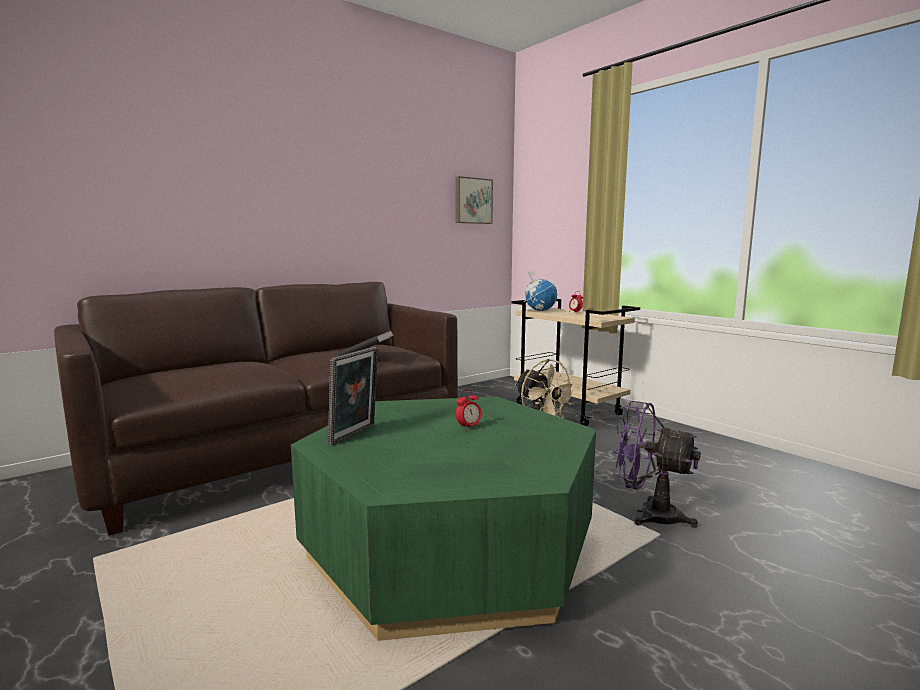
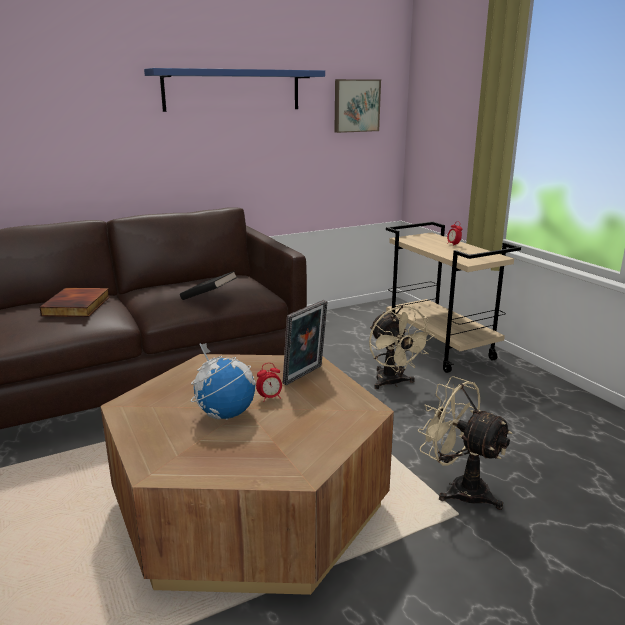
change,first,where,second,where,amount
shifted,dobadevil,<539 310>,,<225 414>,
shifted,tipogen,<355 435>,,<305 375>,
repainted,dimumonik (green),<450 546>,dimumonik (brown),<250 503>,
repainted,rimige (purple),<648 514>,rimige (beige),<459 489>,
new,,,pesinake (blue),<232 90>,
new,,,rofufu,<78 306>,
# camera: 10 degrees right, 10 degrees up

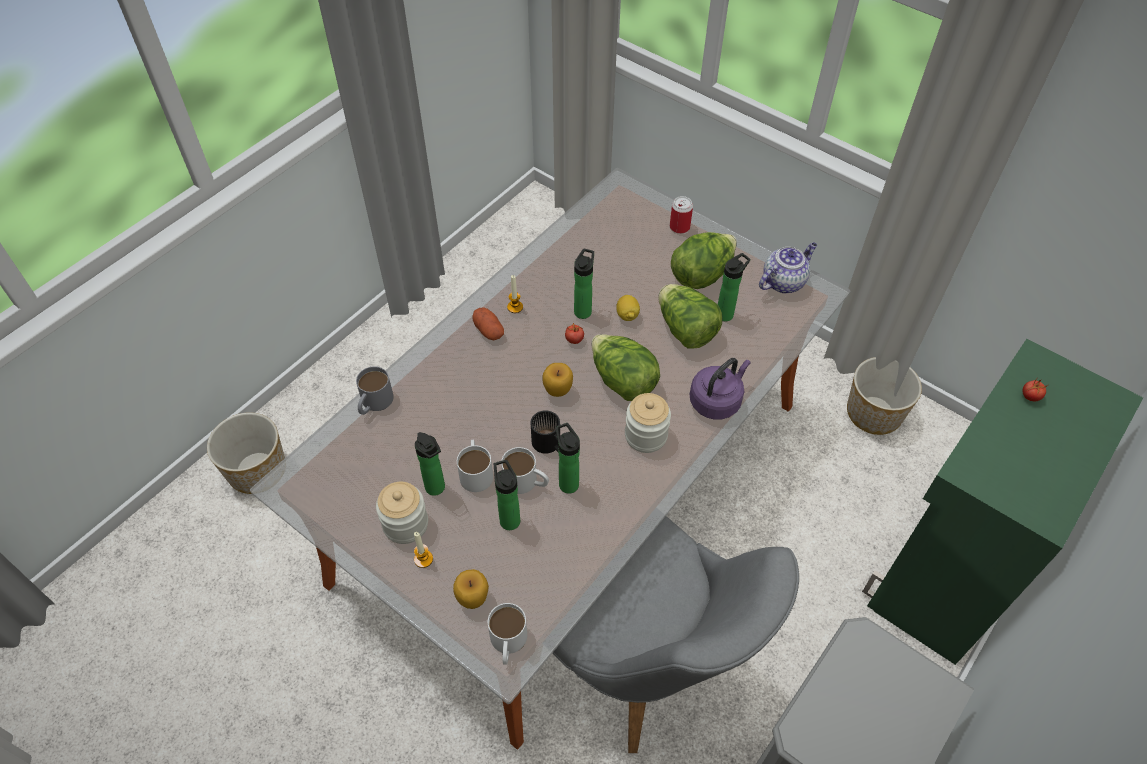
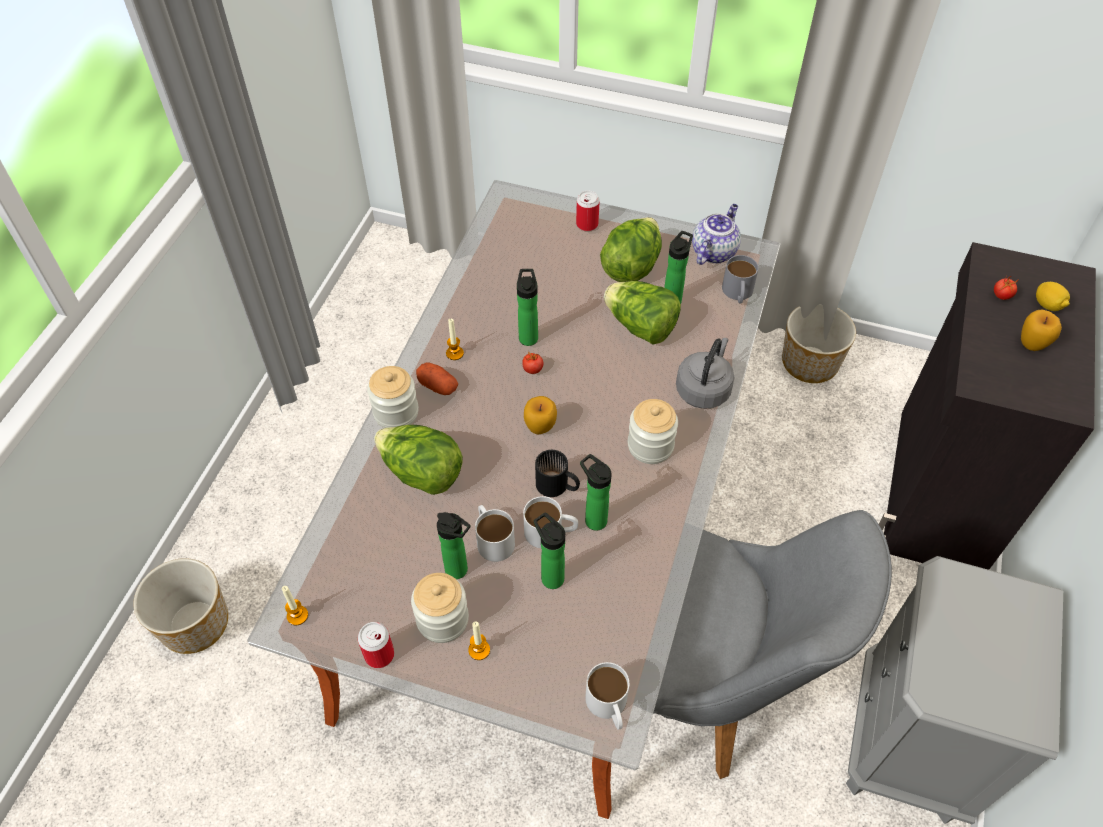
change,first,where,second,where,amount
shifted,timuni,<627 315>,,<1047 305>,
shifted,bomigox,<622 381>,,<422 473>,
repainted,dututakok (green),<946 568>,dututakok (black),<936 491>,
repainted,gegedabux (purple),<716 401>,gegedabux (grey),<704 389>,
shifted,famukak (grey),<374 403>,,<737 293>,
shifted,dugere,<473 599>,,<1032 344>,
new,,,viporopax,<396 412>,
new,,,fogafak,<297 615>,
new,,,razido,<379 654>,
# camera: 20 degrees left, 0 degrees up

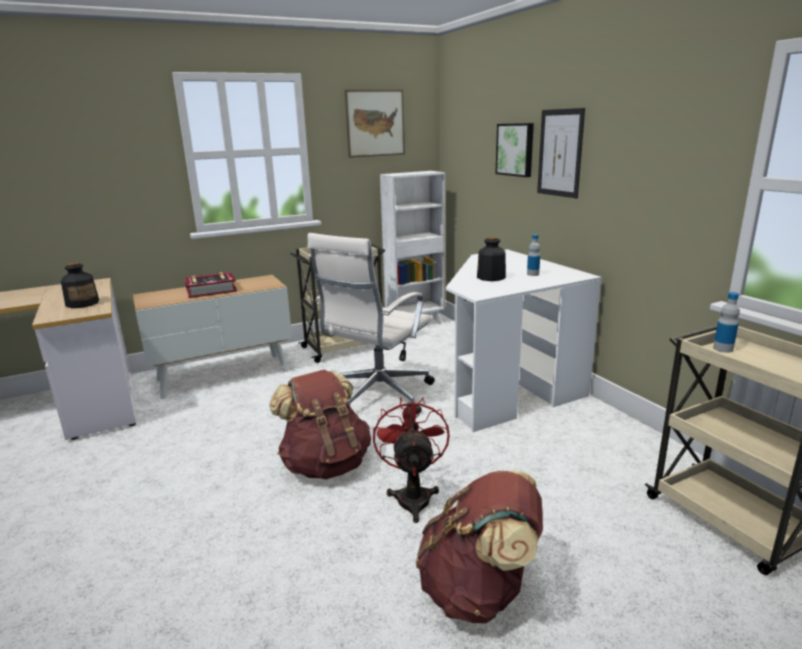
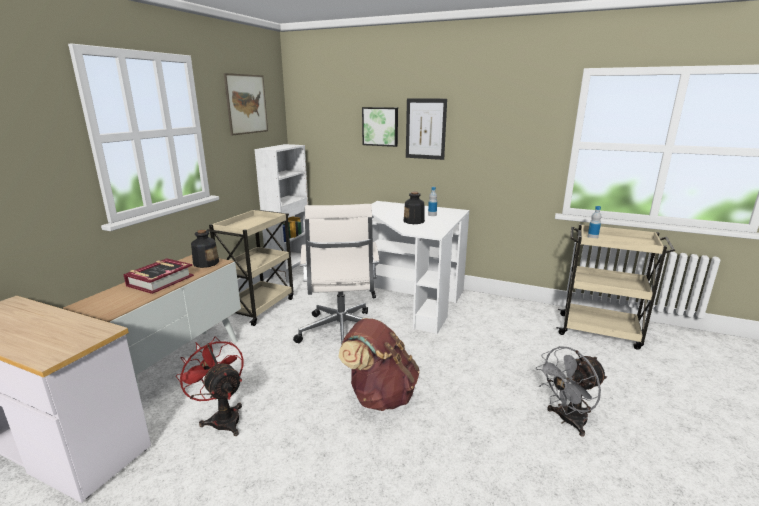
change,first,where,second,where,amount
shifted,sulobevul,<83 303>,,<206 263>,
shifted,rimige (red),<413 496>,,<222 417>,
swapped,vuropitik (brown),<479 591>,rimige (grey),<567 421>,
# camera: 40 degrees left, 0 degrees up

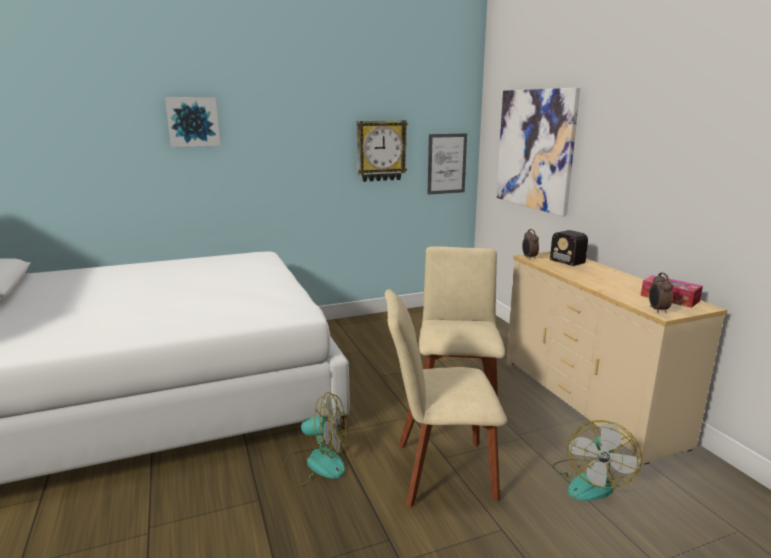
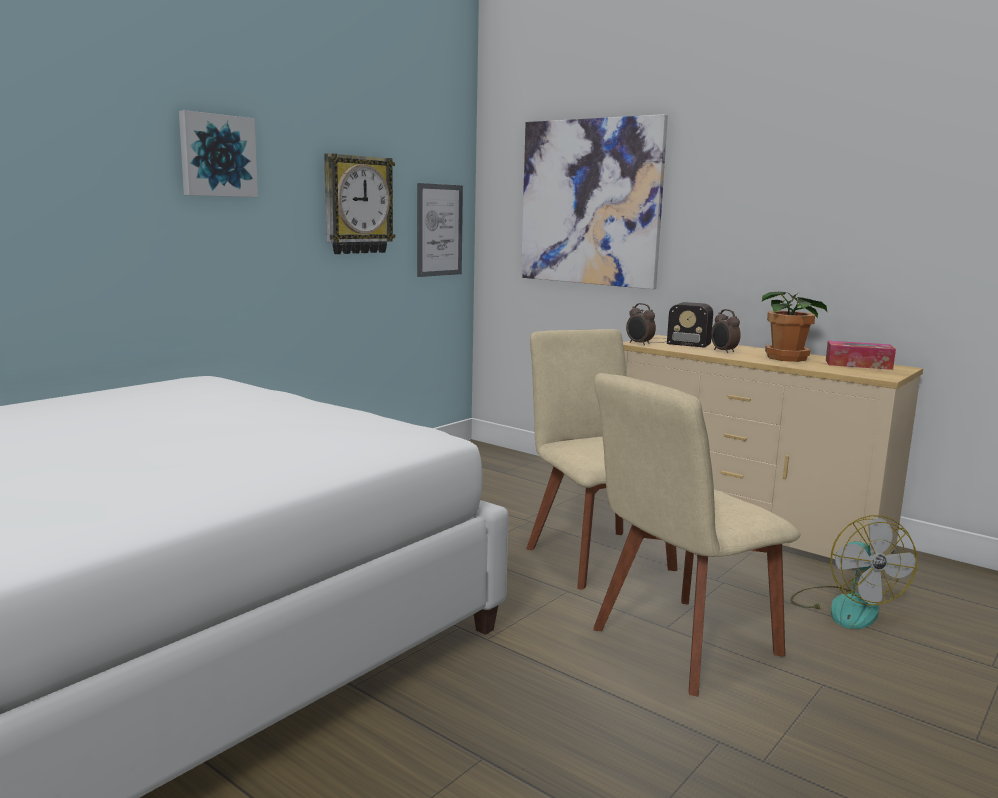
change,first,where,second,where,amount
shifted,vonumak,<193 121>,,<217 155>,
shifted,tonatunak,<657 310>,,<723 351>,
gone,rimige,<315 464>,,,
new,,,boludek,<788 358>,
# camera: 30 degrees left, 5 degrees down

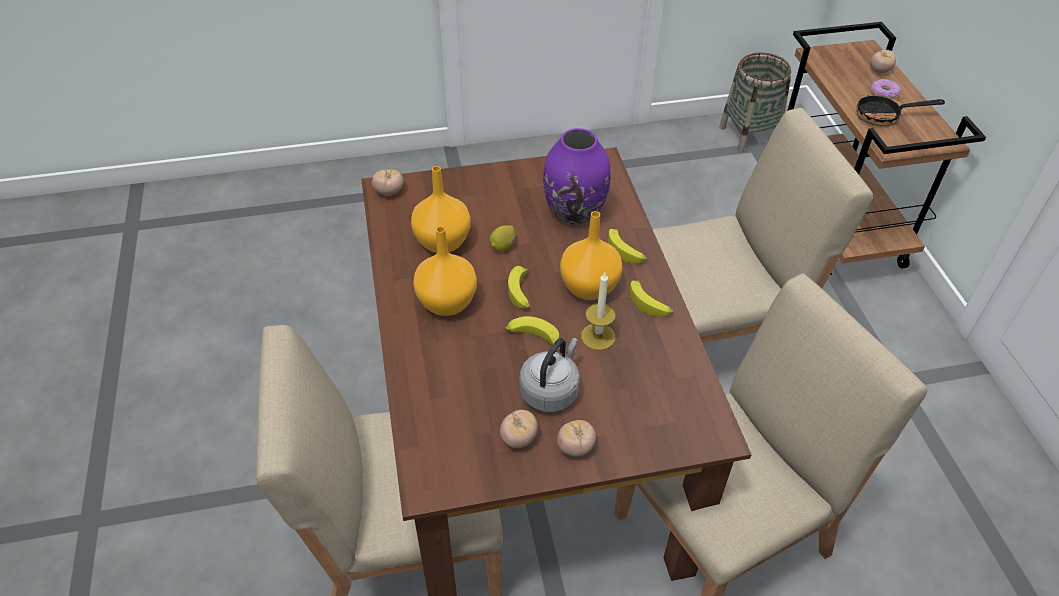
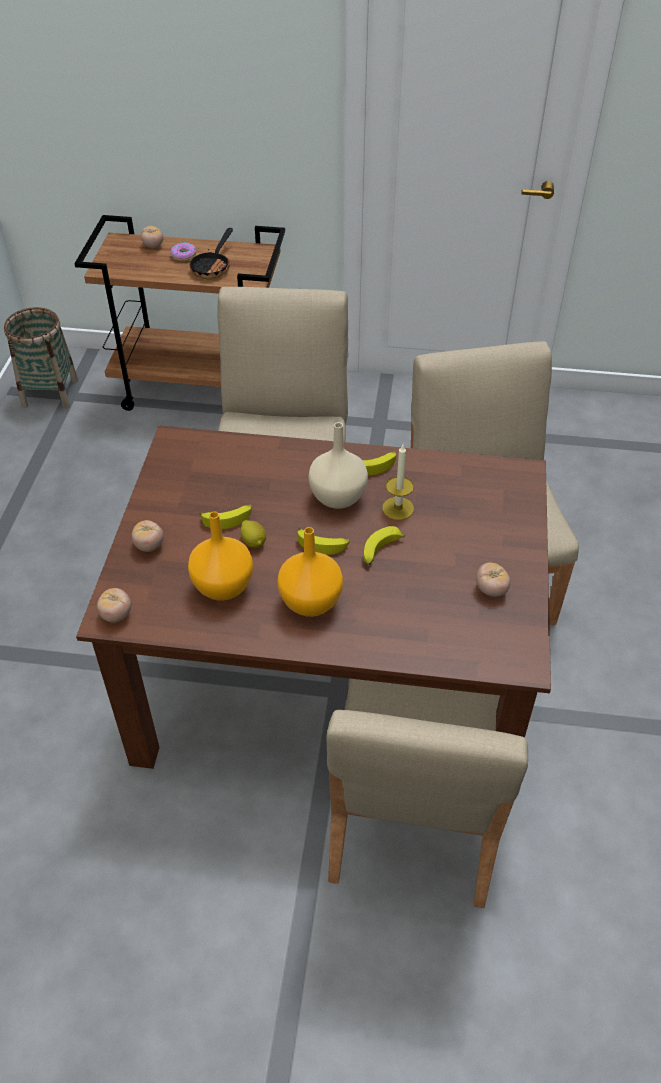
change,first,where,second,where,amount
gone,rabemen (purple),<574 212>,,,
repainted,rabemen (orange),<590 287>,rabemen (beige),<338 496>,
shifted,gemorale,<626 251>,,<228 519>,
gone,gegedabux (grey),<550 391>,,,
shifted,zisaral,<575 447>,,<149 545>,
# camera: 70 degrees left, 0 degrees up

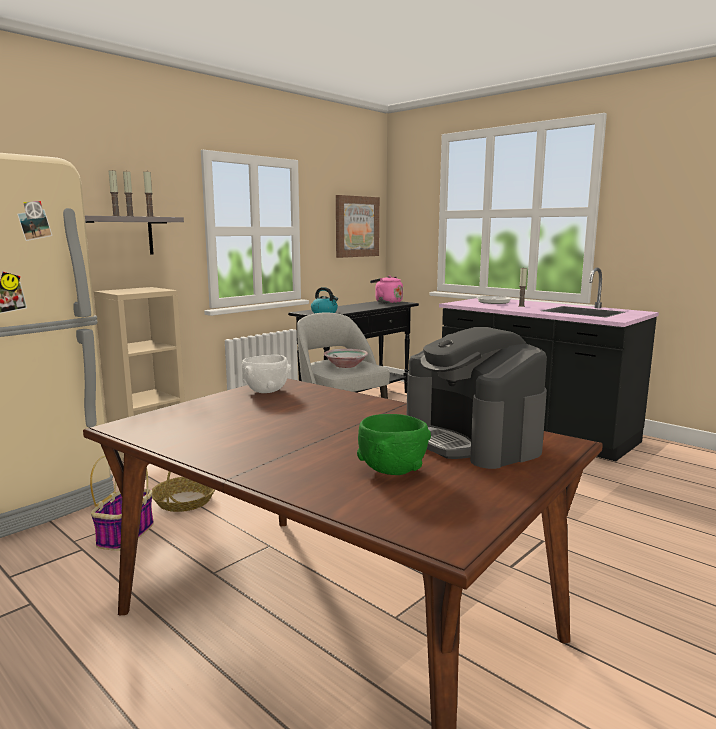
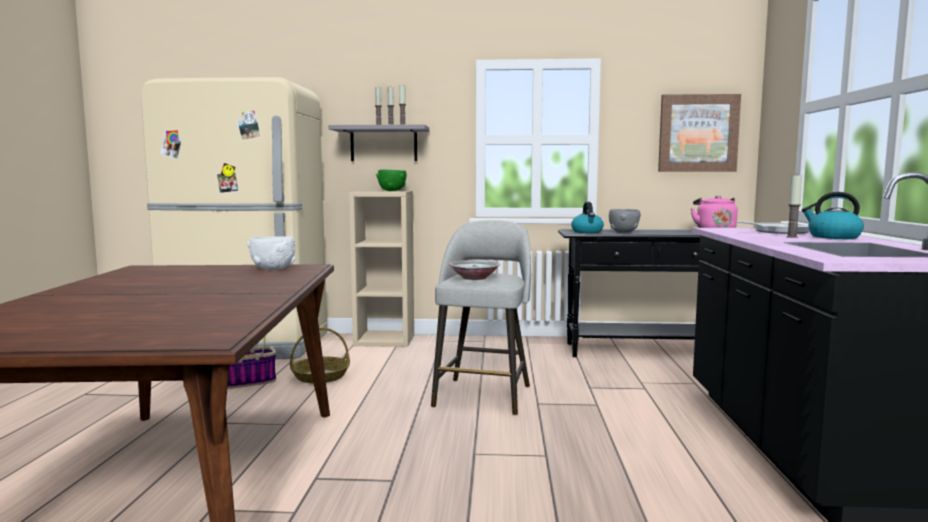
change,first,where,second,where,amount
gone,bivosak,<472 440>,,,
shifted,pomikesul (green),<392 470>,,<392 191>,
new,,,gegedabux,<833 237>,
new,,,pomikesul (grey),<623 232>,
# camera: 50 degrees right, 5 degrees down

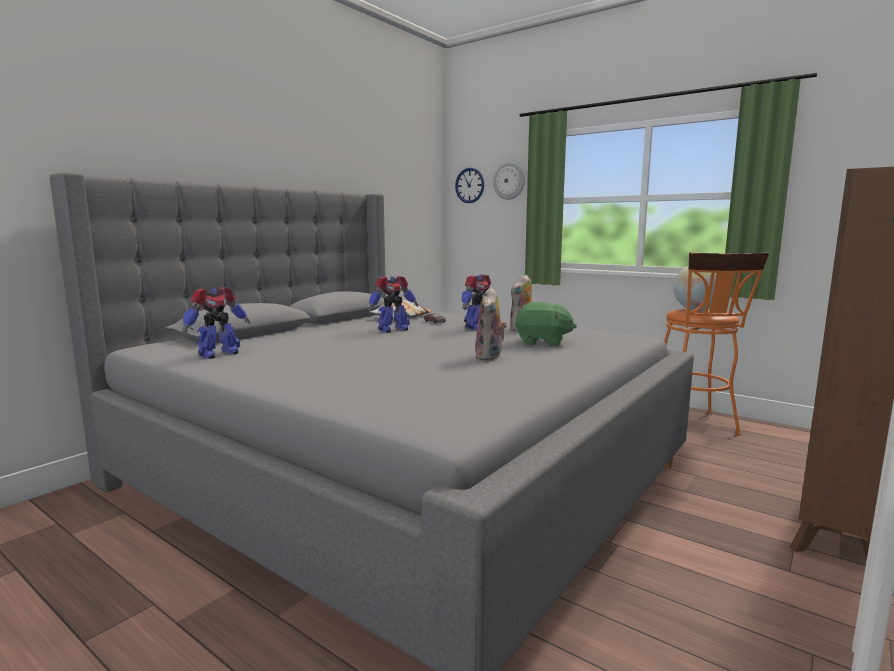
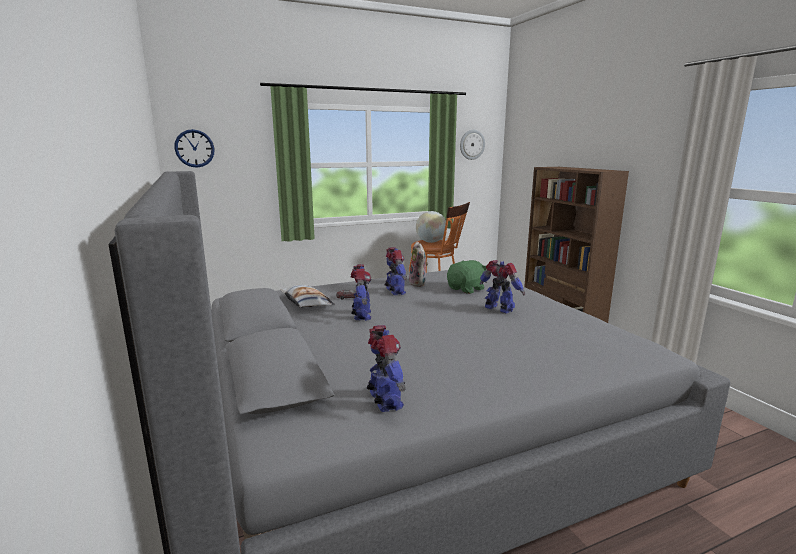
change,first,where,second,where,amount
shifted,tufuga,<509 181>,,<472 144>,
swapped,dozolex,<490 357>,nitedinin,<499 309>,
# camera: 60 degrees left, 5 degrees up

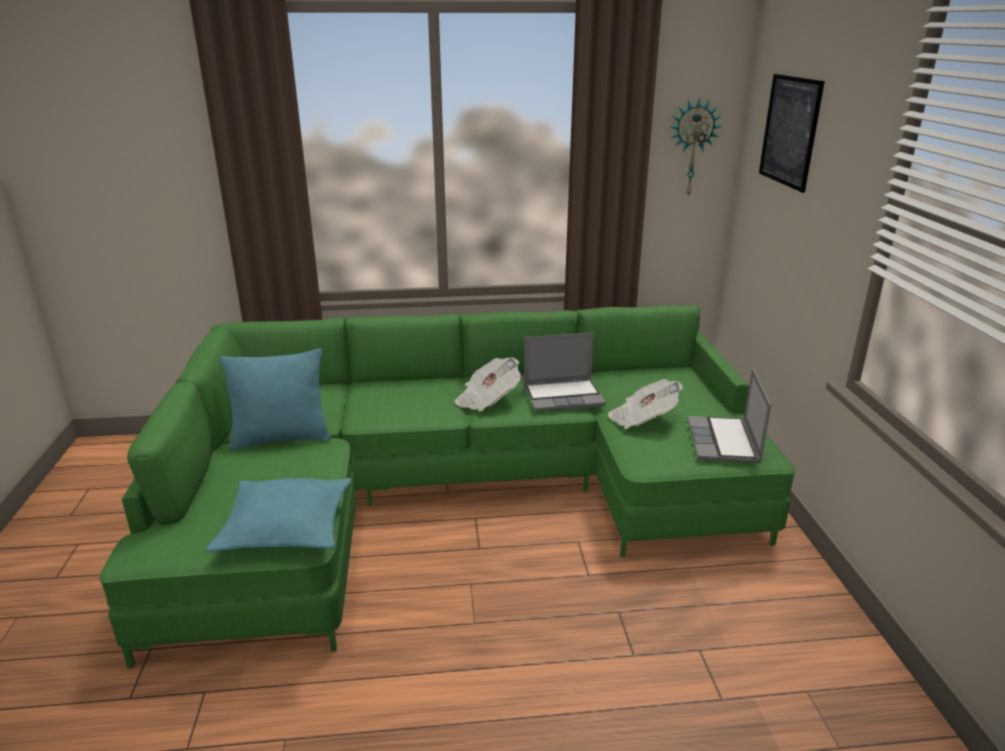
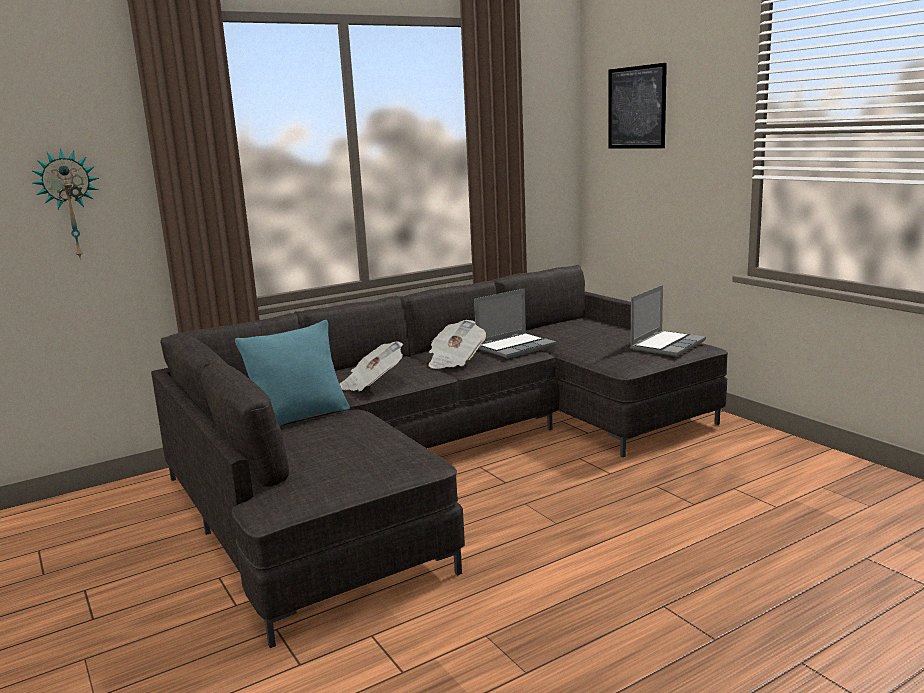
change,first,where,second,where,amount
shifted,tufuga,<692 148>,,<70 205>,
repainted,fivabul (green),<454 493>,fivabul (grey),<442 457>,
rotated,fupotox,<724 442>,,<667 345>,120 degrees counterclockwise
shifted,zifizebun,<642 419>,,<372 384>,
gone,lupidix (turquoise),<286 527>,,,
# camera: 25 degrees left, 10 degrees down

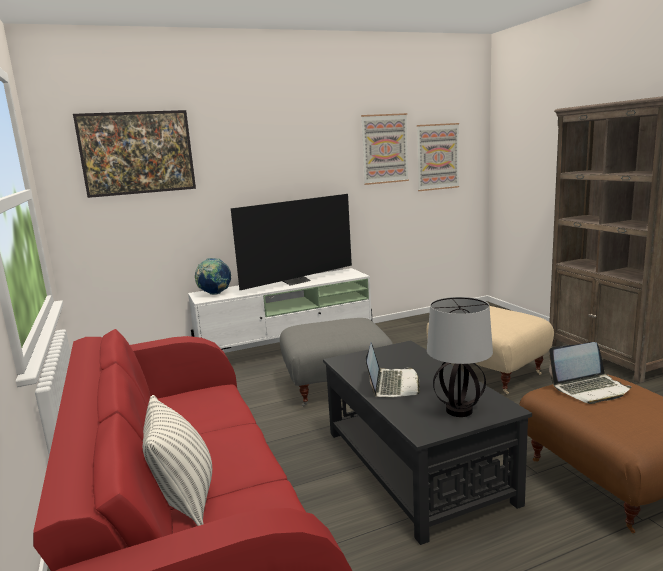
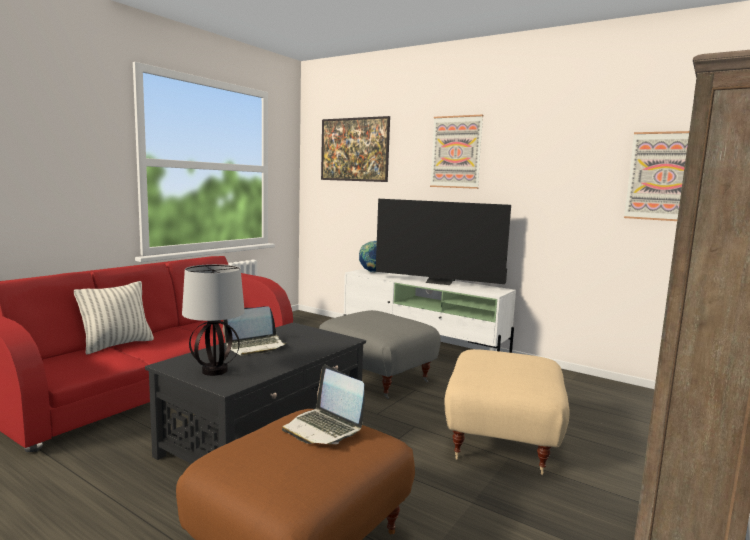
change,first,where,second,where,amount
shifted,vonumak,<384 149>,,<456 152>,
# camera: 55 degrees right, 5 degrees down

